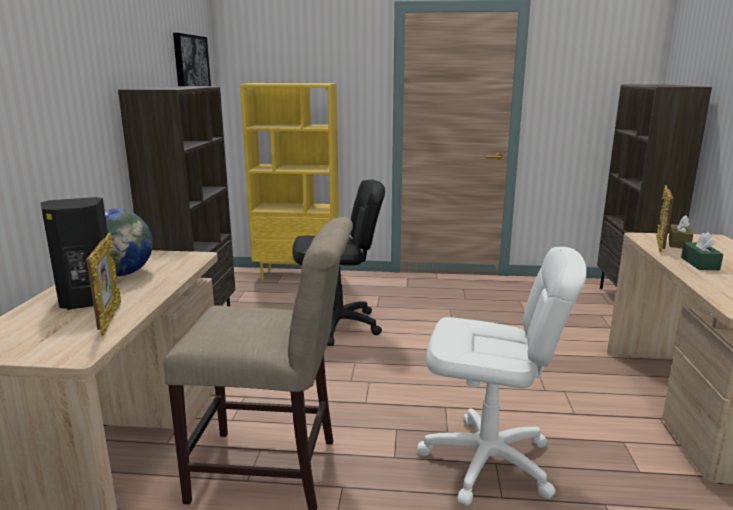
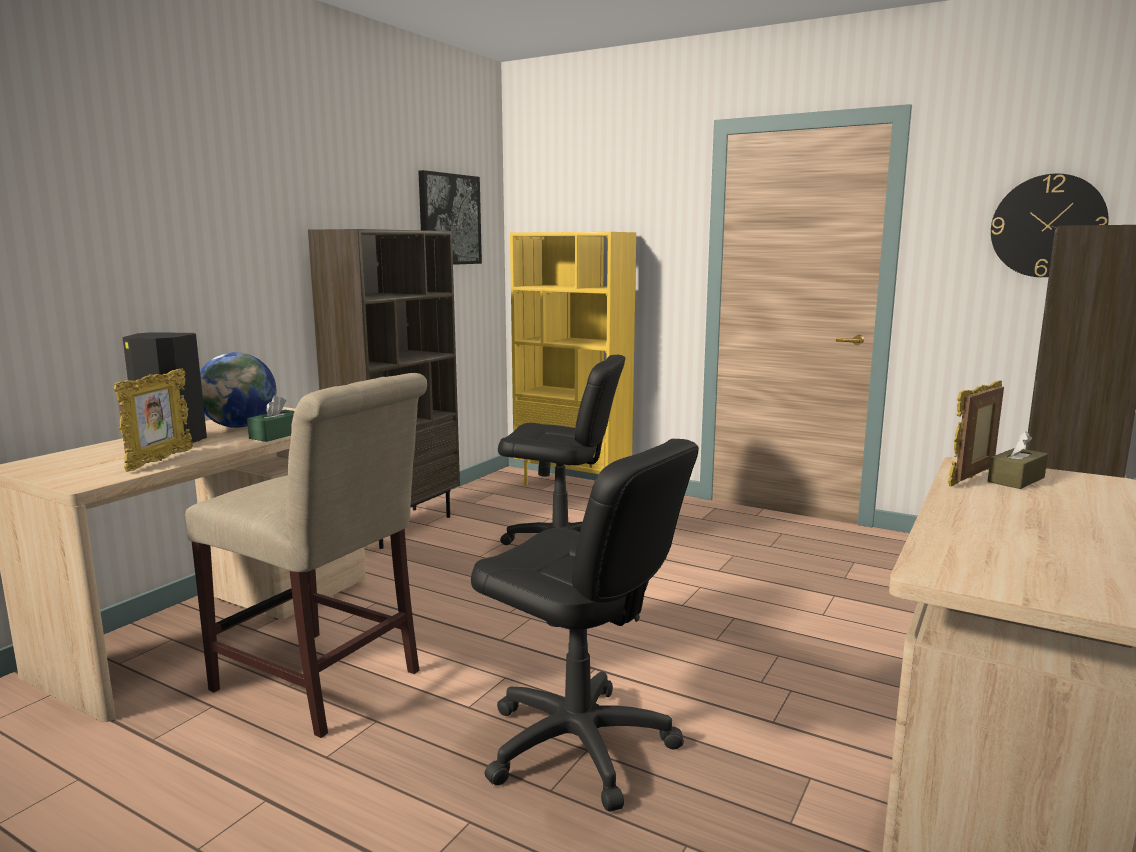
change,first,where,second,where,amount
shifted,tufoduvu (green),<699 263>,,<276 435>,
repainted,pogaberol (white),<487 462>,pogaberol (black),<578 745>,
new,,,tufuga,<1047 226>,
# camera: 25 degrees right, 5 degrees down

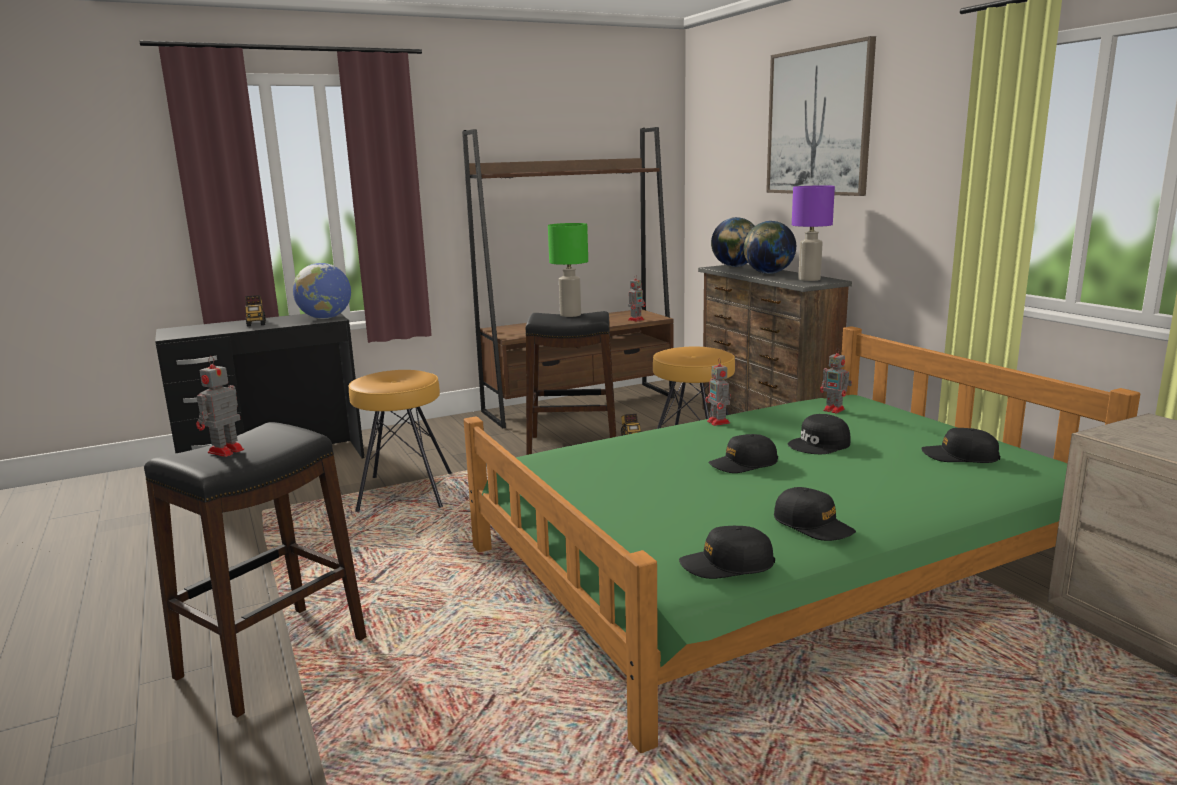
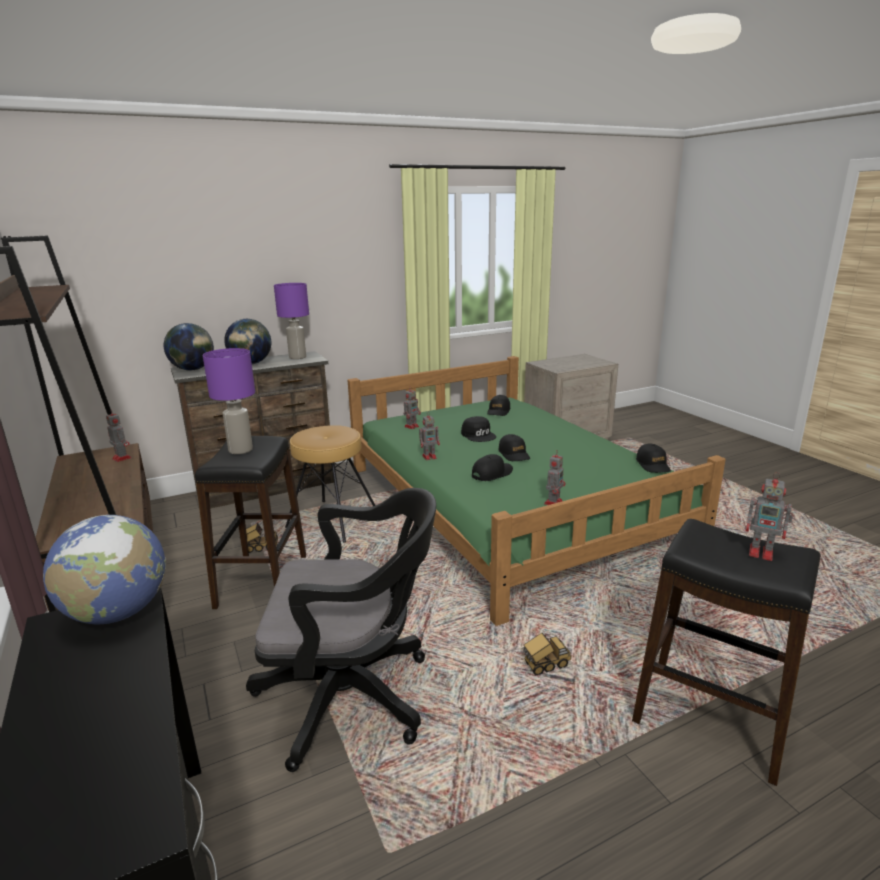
change,first,where,second,where,amount
gone,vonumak,<818 122>,,,
repainted,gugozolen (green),<570 315>,gugozolen (purple),<240 450>,
shifted,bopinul,<256 323>,,<545 665>,
swapped,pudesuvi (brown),<405 492>,pogaberol (black),<354 696>,
shifted,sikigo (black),<813 525>,,<492 473>,
new,,,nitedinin,<554 502>,
# camera: 90 degrees left, 5 degrees up

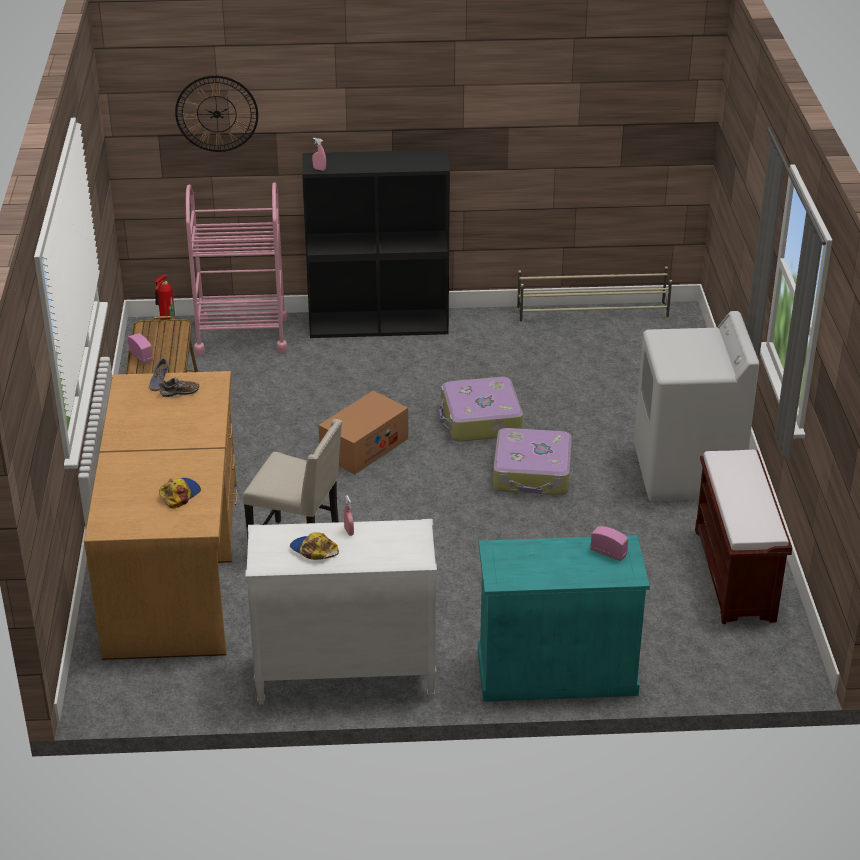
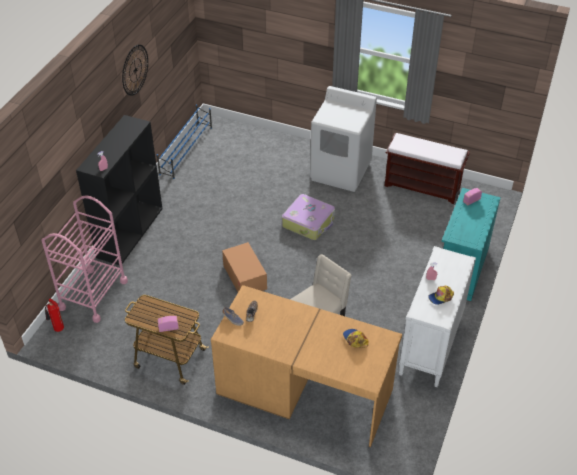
change,first,where,second,where,amount
shifted,tufuga,<216 114>,,<135 70>,
repainted,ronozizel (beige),<593 314>,ronozizel (blue),<186 150>,
gone,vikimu,<480 420>,,,
# camera: 65 degrees left, 10 degrees up

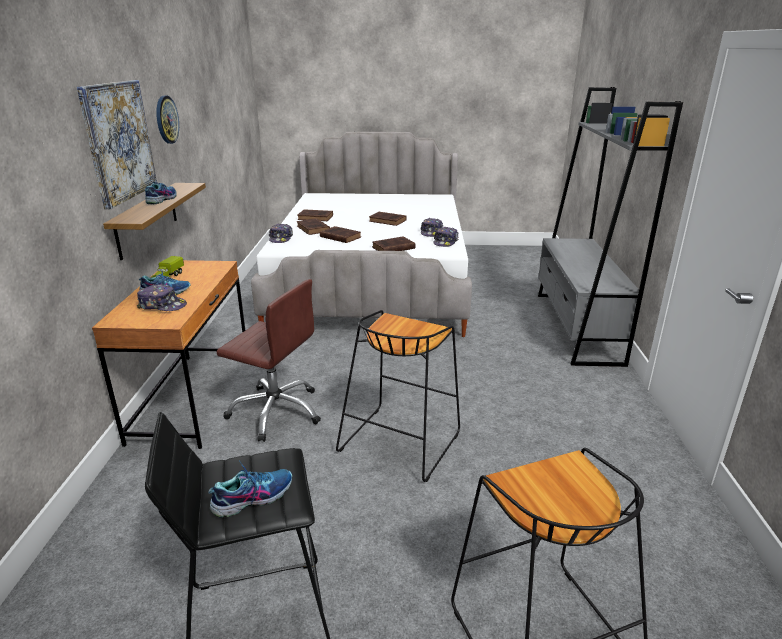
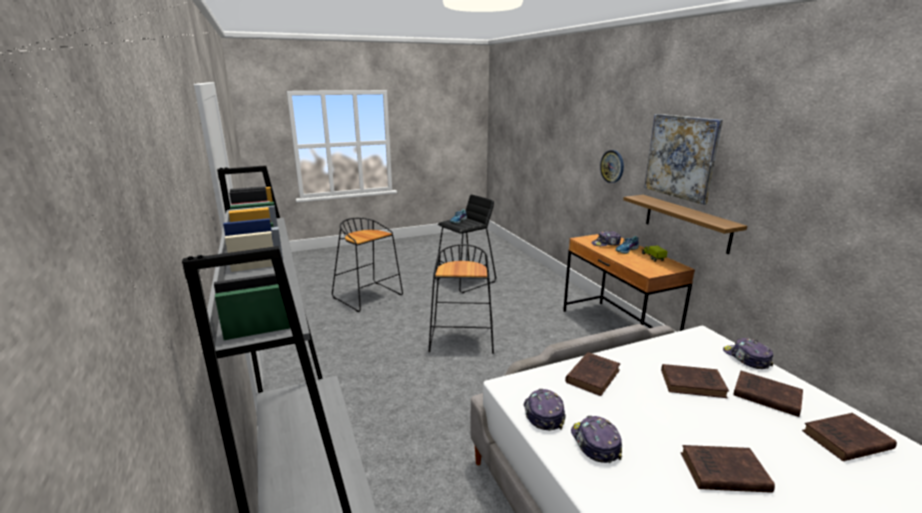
change,first,where,second,where,amount
shifted,tufuga,<166 119>,,<612 166>,
gone,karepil,<161 199>,,,
gone,pogaberol (brown),<276 411>,,,
# camera: 155 degrees right, 5 degrees down

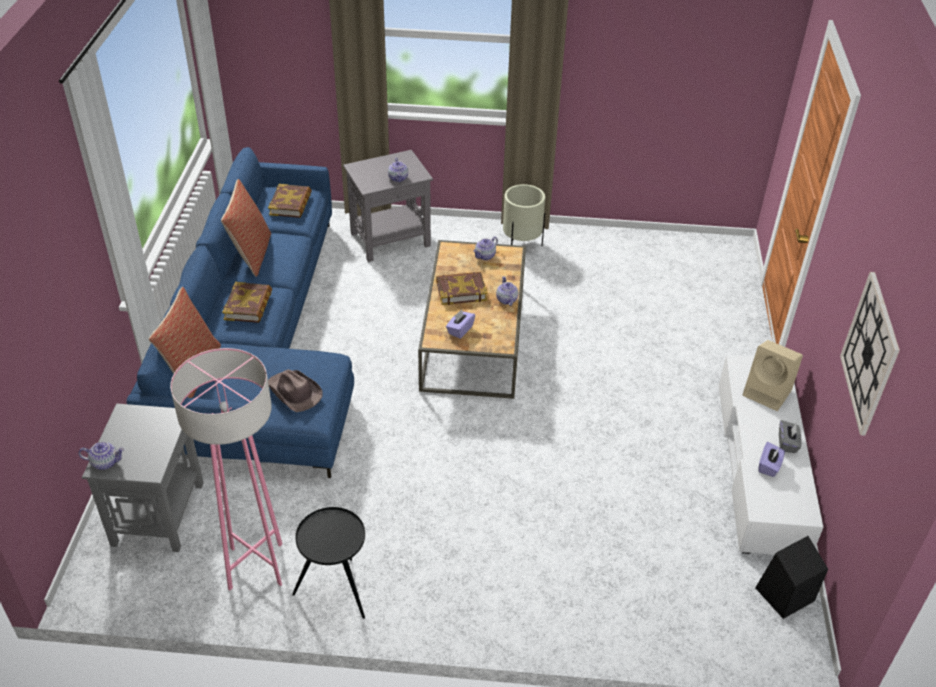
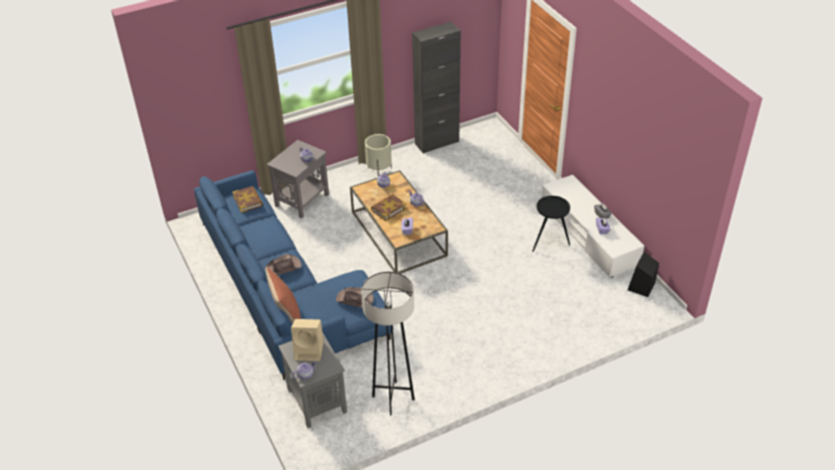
change,first,where,second,where,amount
gone,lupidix,<251 254>,,,
gone,tufuga,<870 353>,,,
swapped,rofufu,<248 306>,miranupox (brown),<284 267>,
shifted,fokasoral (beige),<768 393>,,<310 351>,
repainted,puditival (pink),<256 566>,puditival (grey),<393 398>,
shifted,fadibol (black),<336 593>,,<549 242>,
new,,,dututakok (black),<437 143>,
# camera: 30 degrees left, 0 degrees up

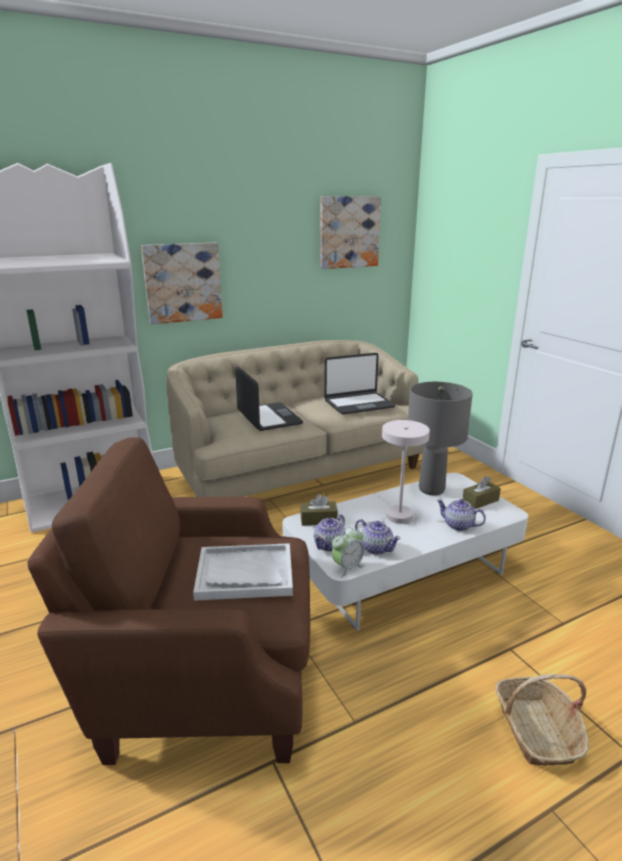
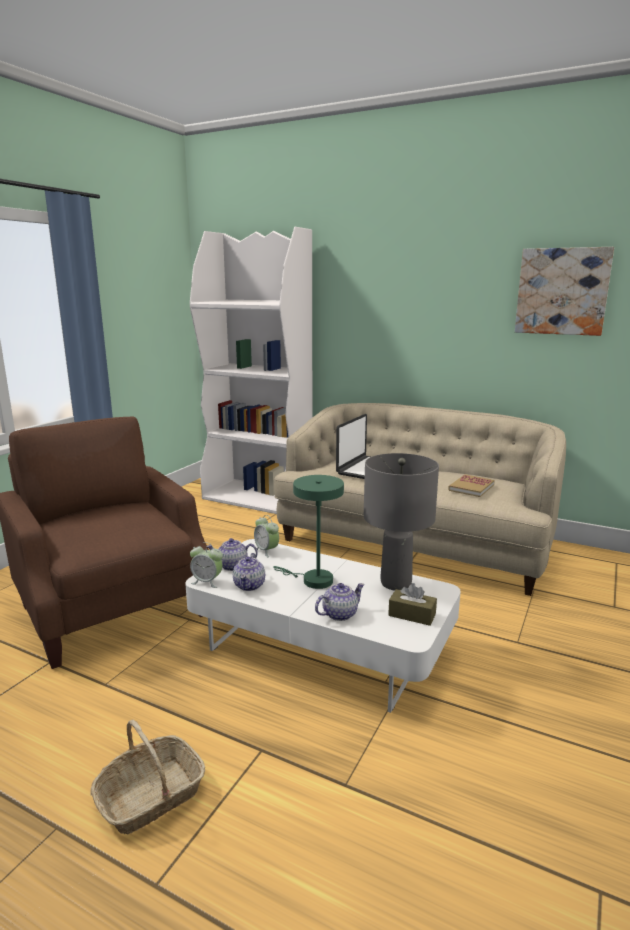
change,first,where,second,where,amount
gone,vonumak,<183 282>,,,
swapped,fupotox,<358 404>,rofufu,<471 487>,
repainted,gugozolen (white),<395 518>,gugozolen (green),<312 580>,
swapped,tufoduvu (brown),<318 520>,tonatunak,<266 551>,
rotated,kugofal,<458 525>,,<340 614>,60 degrees clockwise
gone,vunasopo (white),<244 574>,,,
# camera: 55 degrees right, 5 degrees down

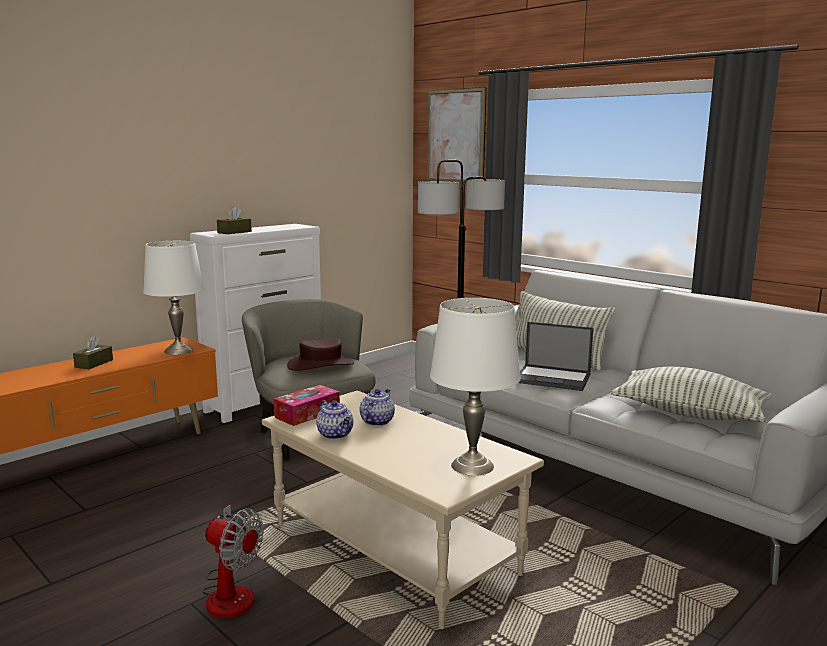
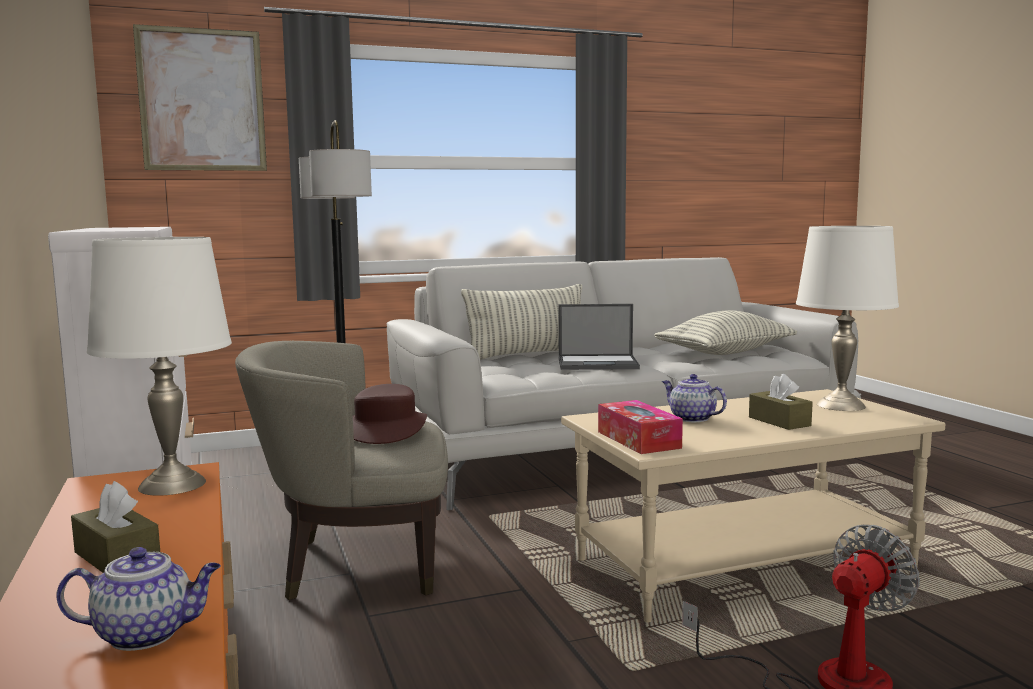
change,first,where,second,where,amount
shifted,tufoduvu (brown),<234 232>,,<779 421>,
rotated,fupotox,<553 378>,,<598 363>,45 degrees clockwise
shifted,kugofal,<336 435>,,<147 634>,
# camera: 65 degrees left, 5 degrees down

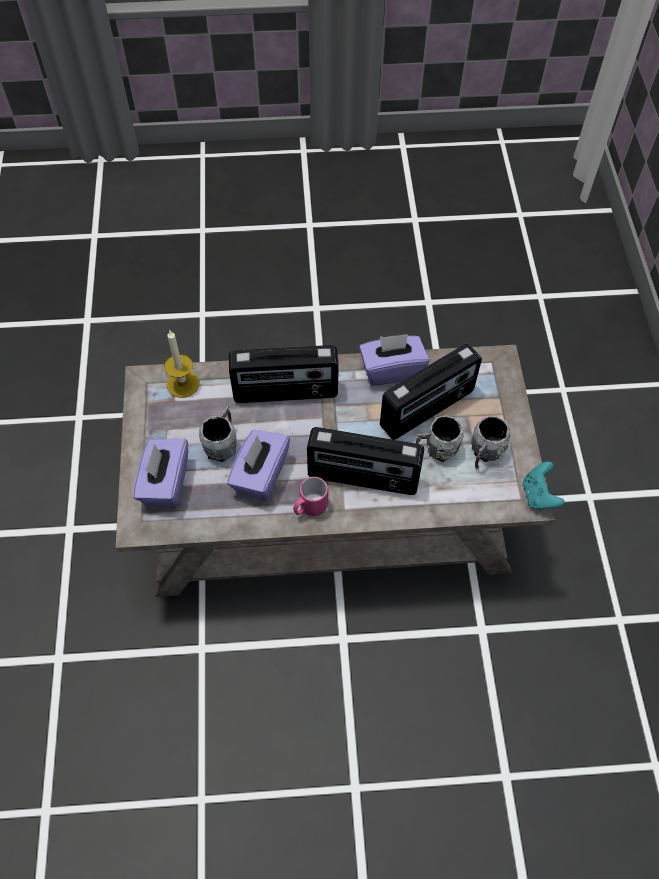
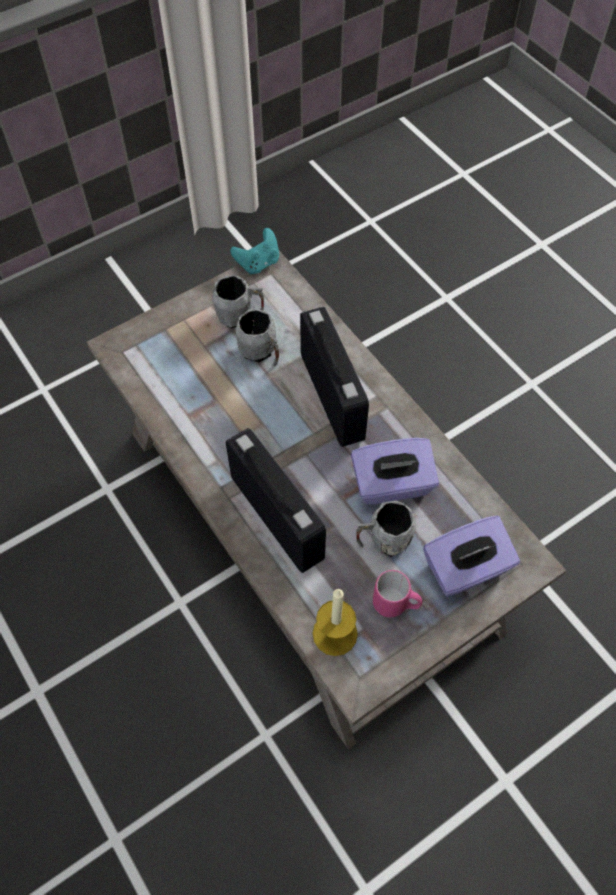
change,first,where,second,where,amount
gone,tufoduvu (purple),<391 369>,,,
gone,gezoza,<427 409>,,,
shifted,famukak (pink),<309 508>,,<396 604>,
# camera: 120 degrees left, 0 degrees up

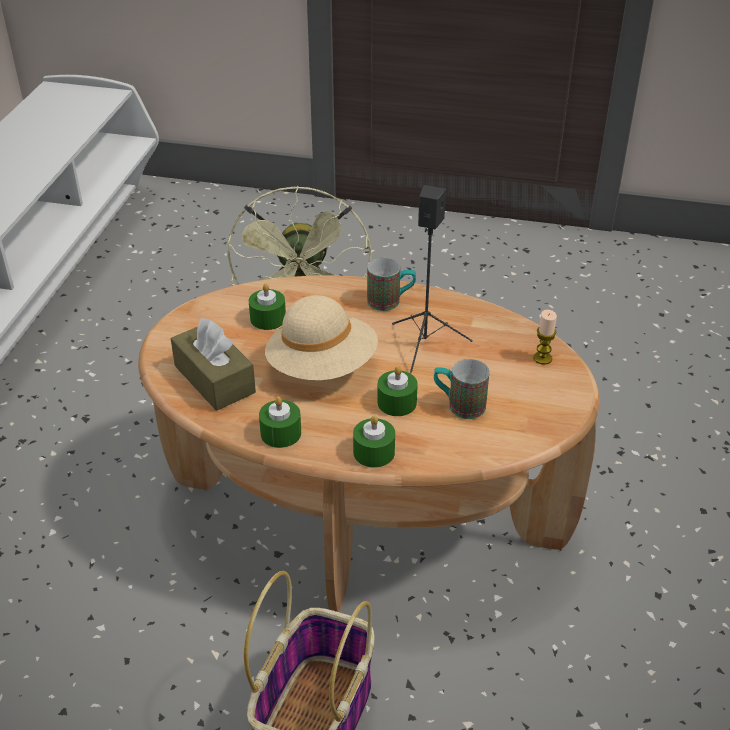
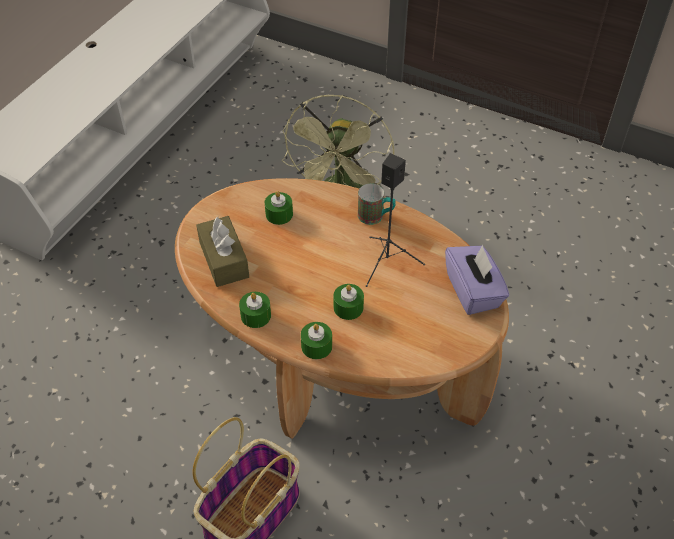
change,first,where,second,where,amount
gone,miranupox (beige),<322 367>,,,
swapped,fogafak,<542 358>,tufoduvu (purple),<473 291>,
gone,famukak,<458 405>,,,
# camera: 15 degrees right, 10 degrees up

